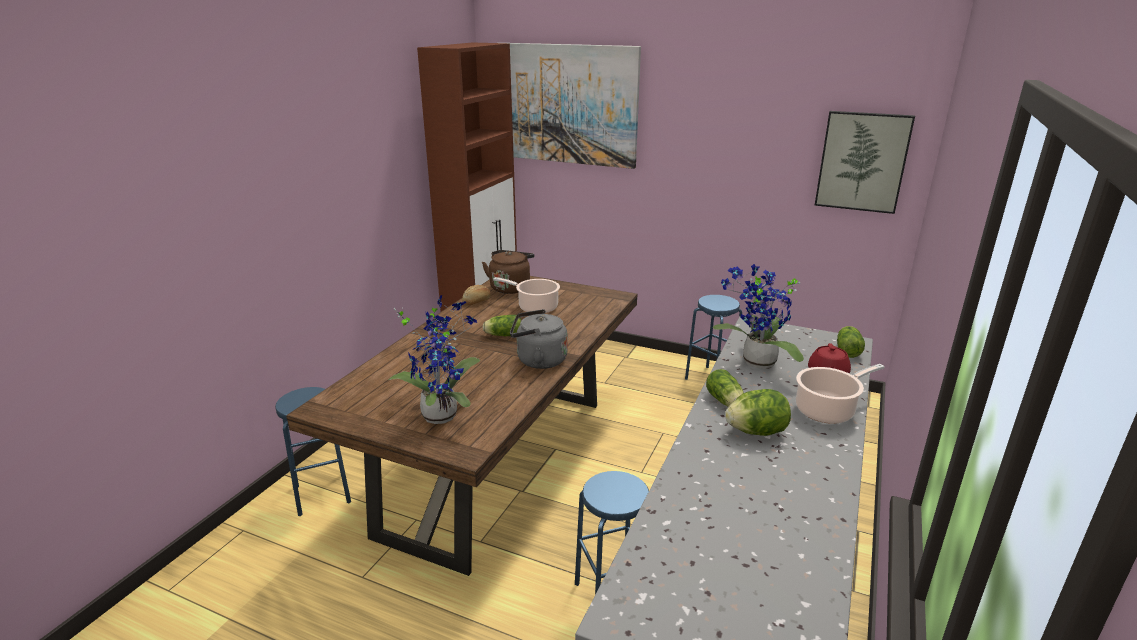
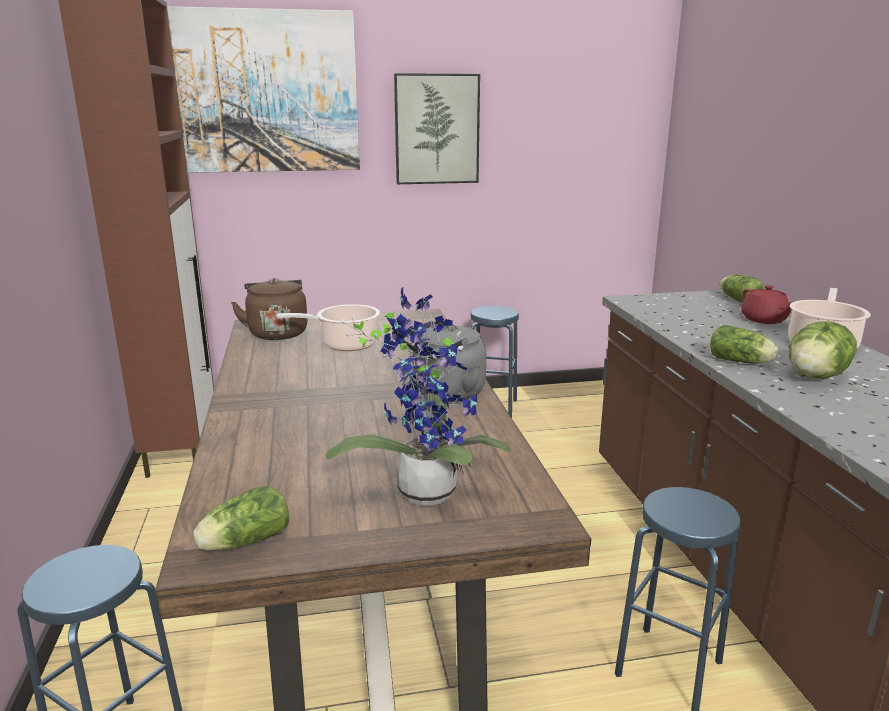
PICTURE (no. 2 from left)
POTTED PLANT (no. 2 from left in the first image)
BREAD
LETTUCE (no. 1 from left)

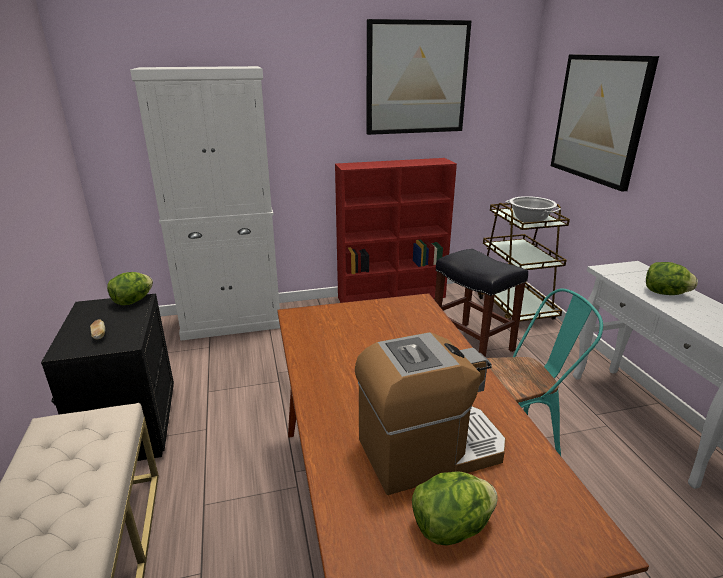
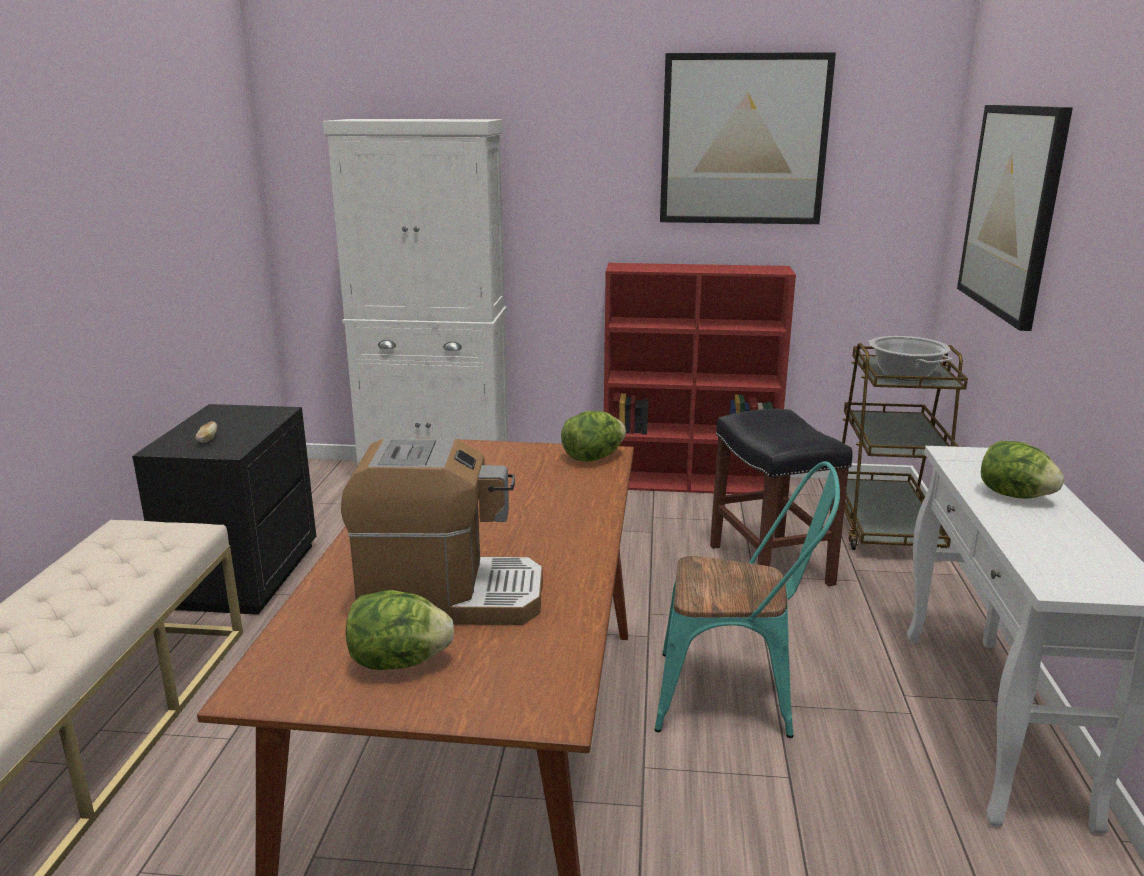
LETTUCE (no. 2 from left)

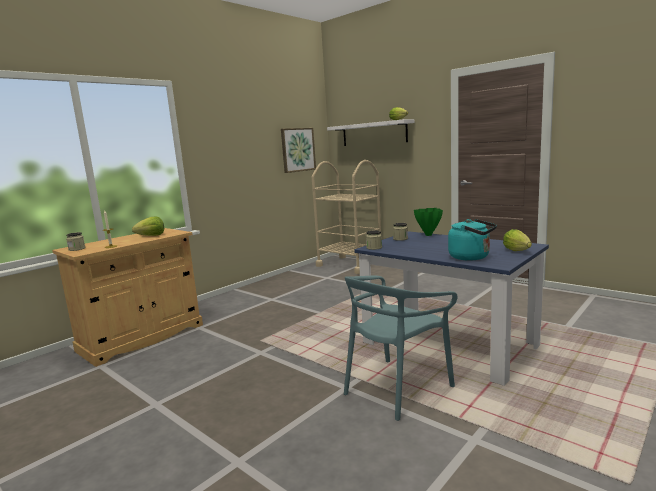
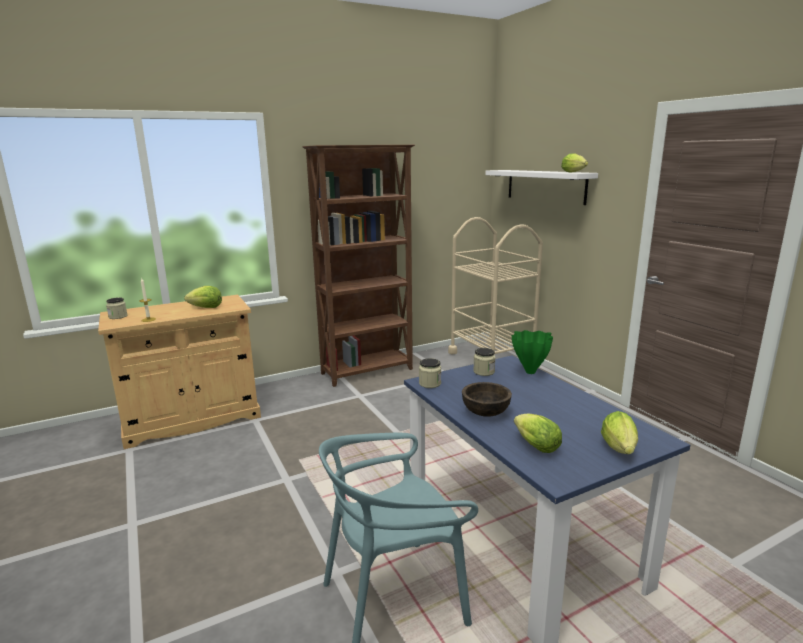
PICTURE
LETTUCE (no. 2 from left)
BROWN BOOKCASE
BROWN BOWL

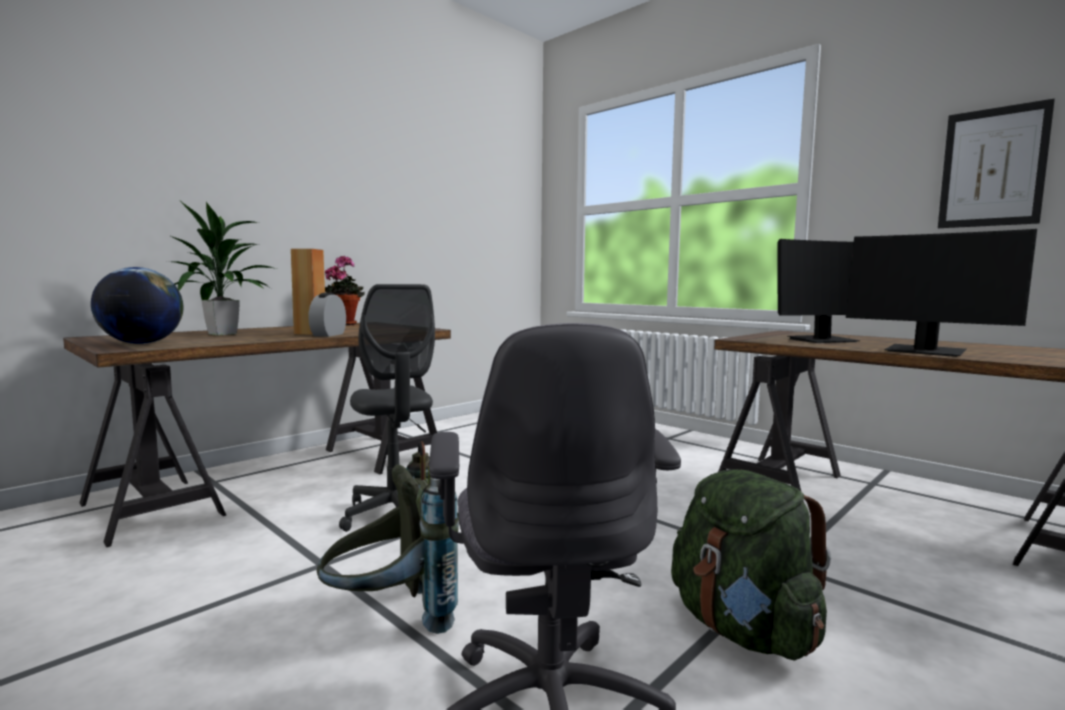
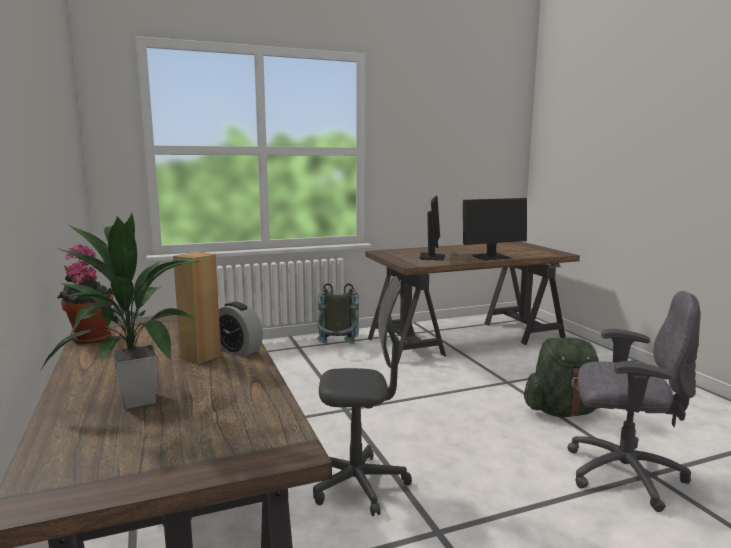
PICTURE
GLOBE
GREY BACKPACK

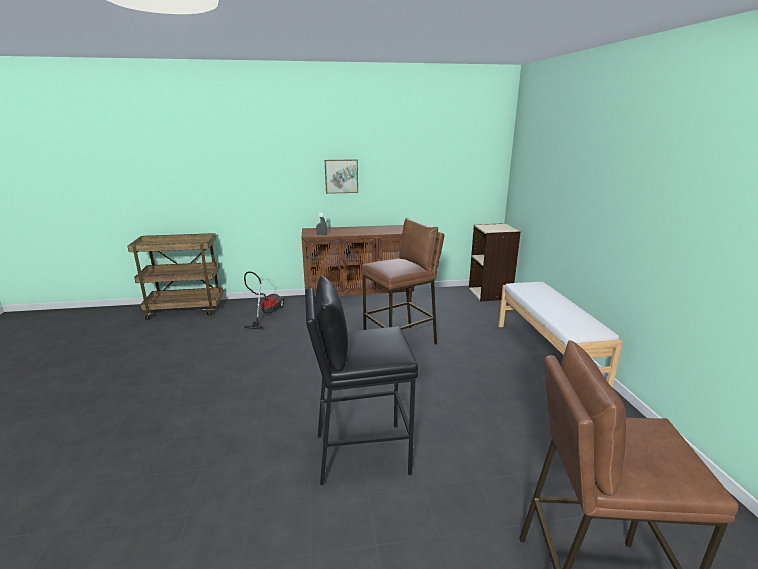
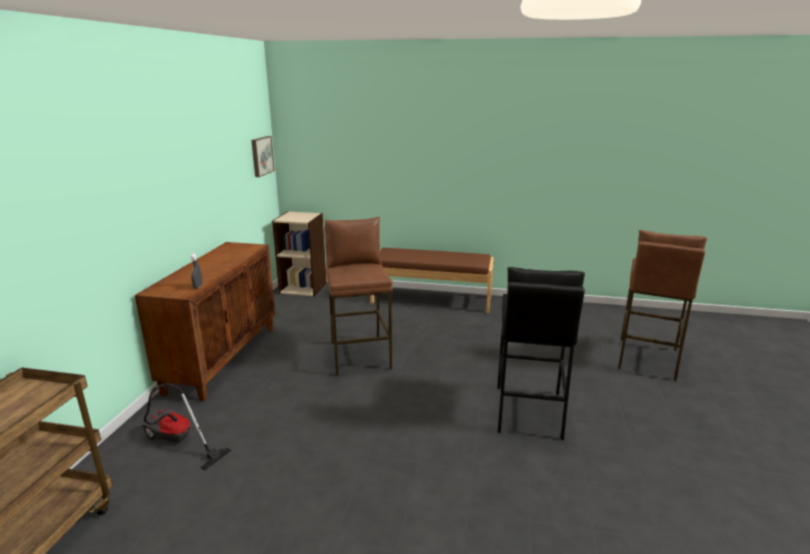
PICTURE
BROWN BENCH

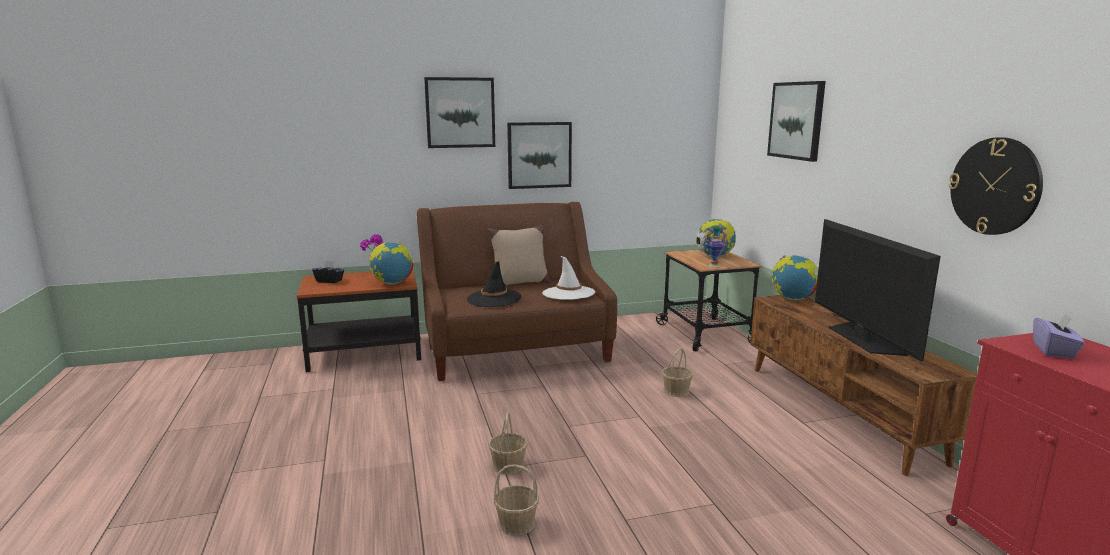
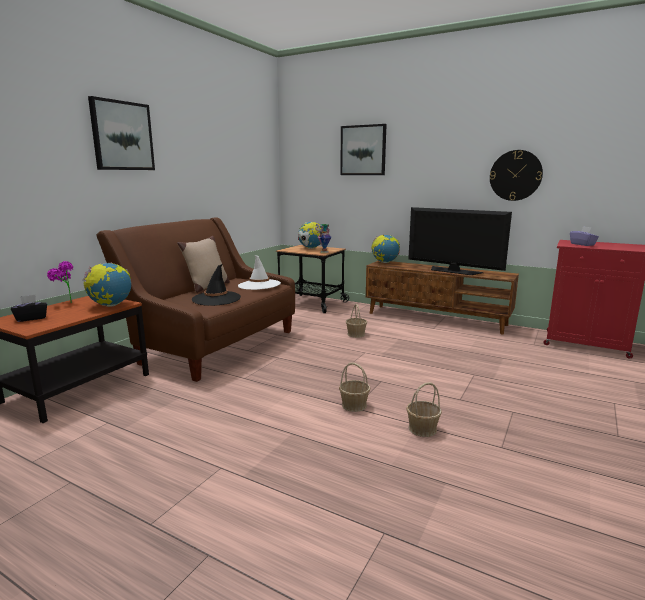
PICTURE (no. 2 from left in the first image)

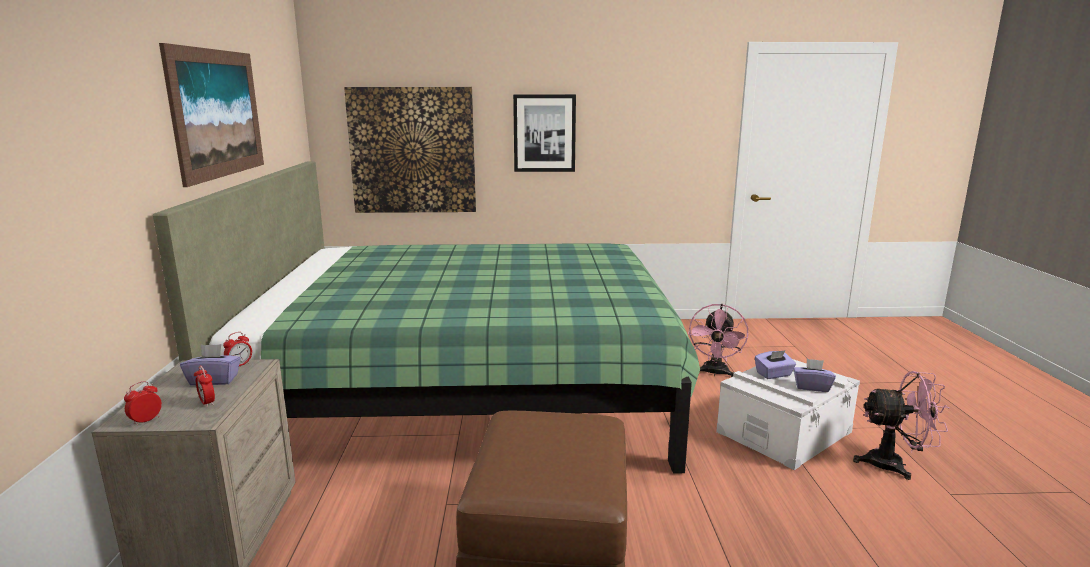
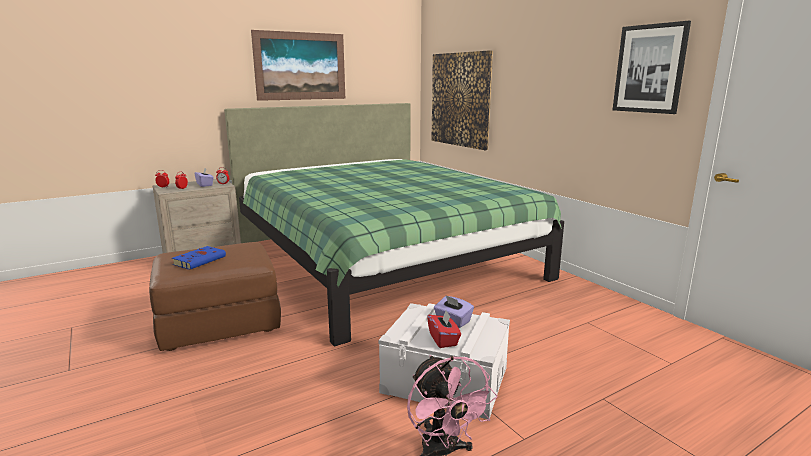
PICTURE (no. 3 from left)
PINK FAN (no. 1 from left in the first image)
RED TISSUE BOX
BLUE BOOK

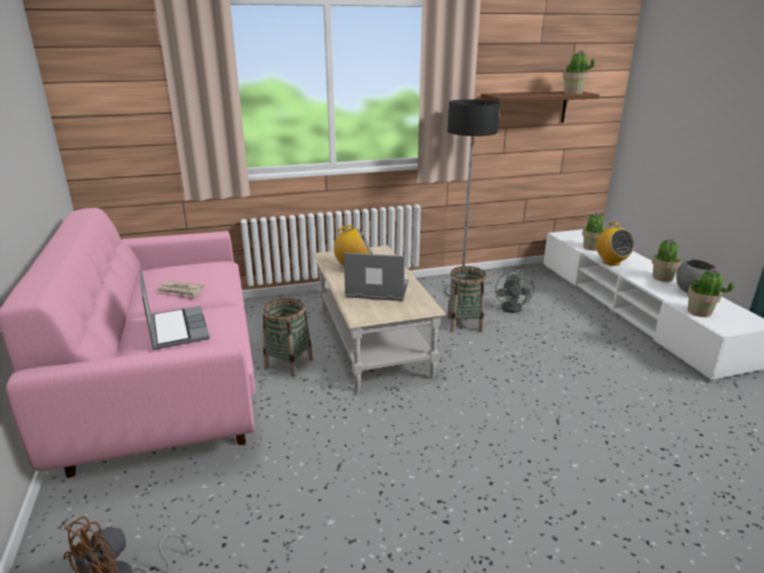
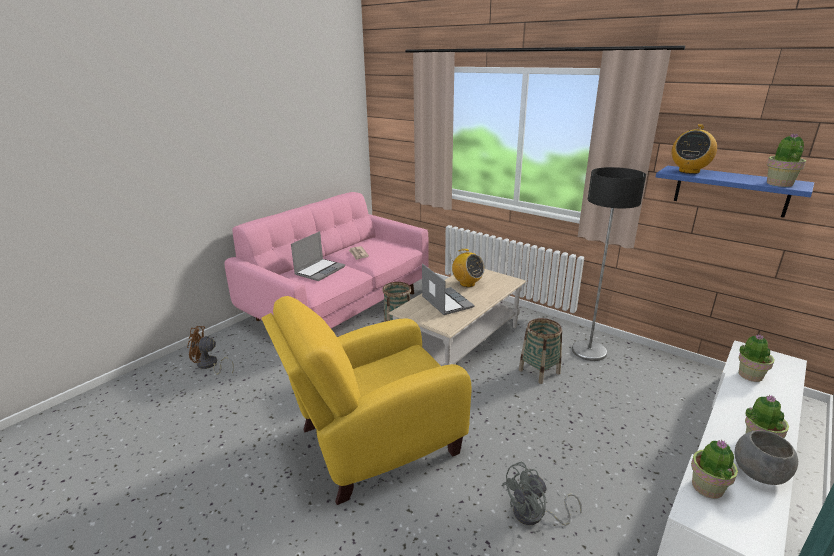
BLUE SHELF
RADIO (no. 2 from left)
GREY FAN
YELLOW ARMCHAIR

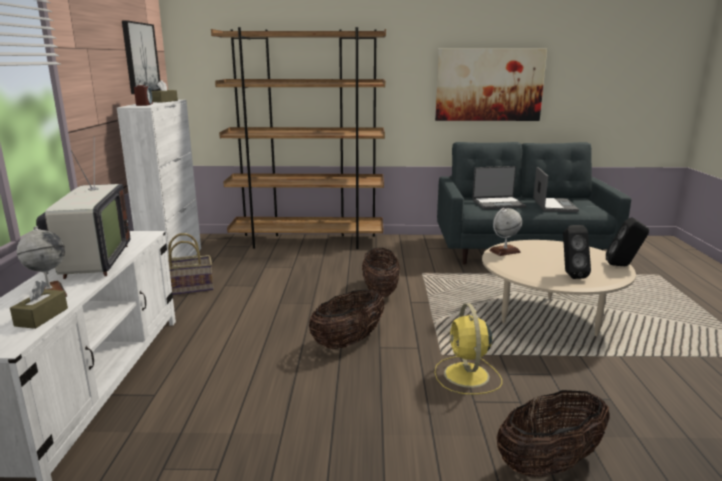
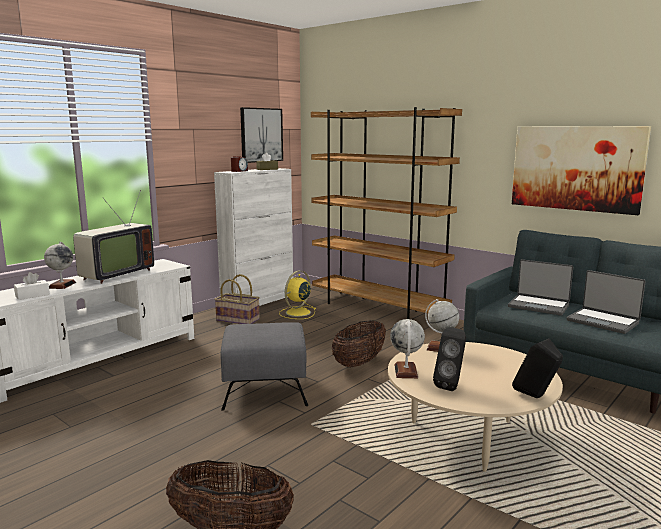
LAPTOP (no. 2 from left)
WHITE TISSUE BOX
GREY OTTOMAN
YELLOW FAN
GLOBE (no. 2 from left)

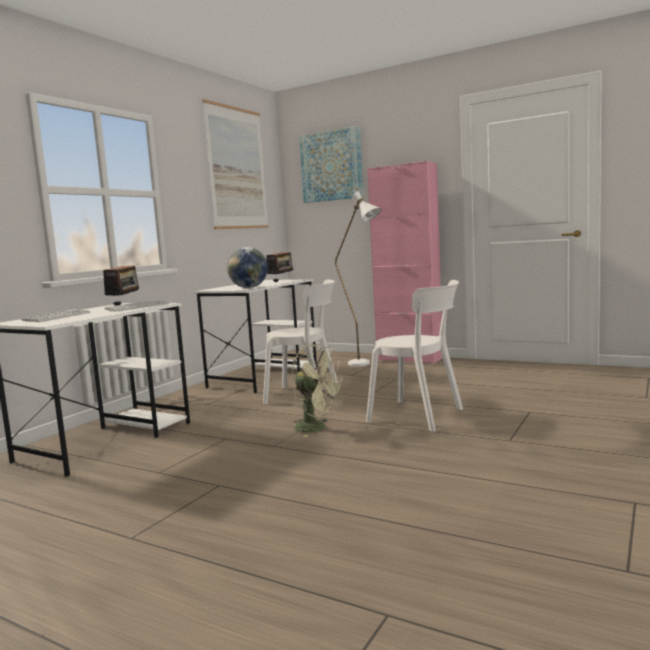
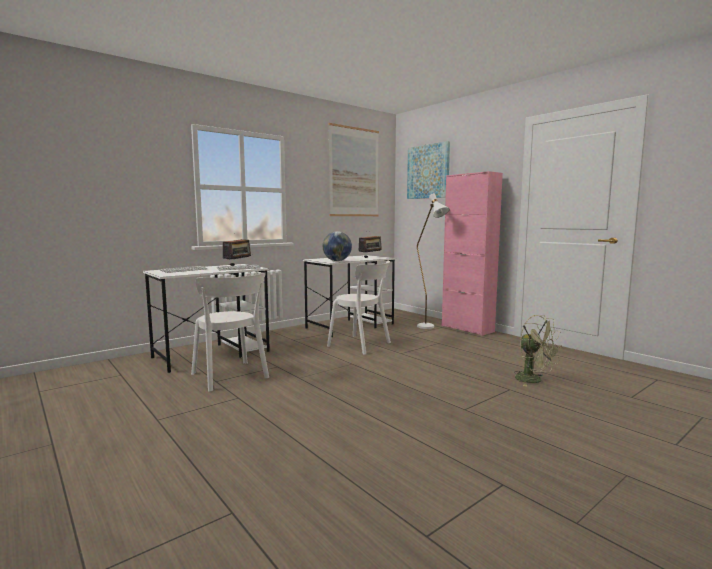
WHITE CHAIR (no. 1 from left)
GREEN FAN

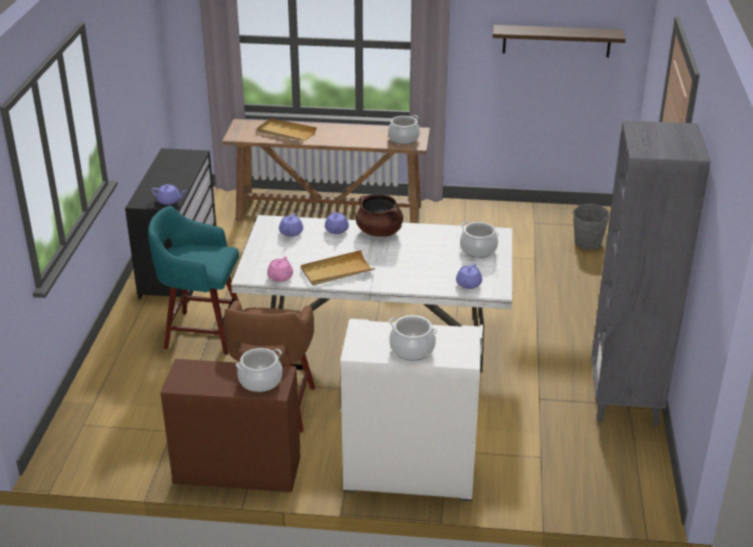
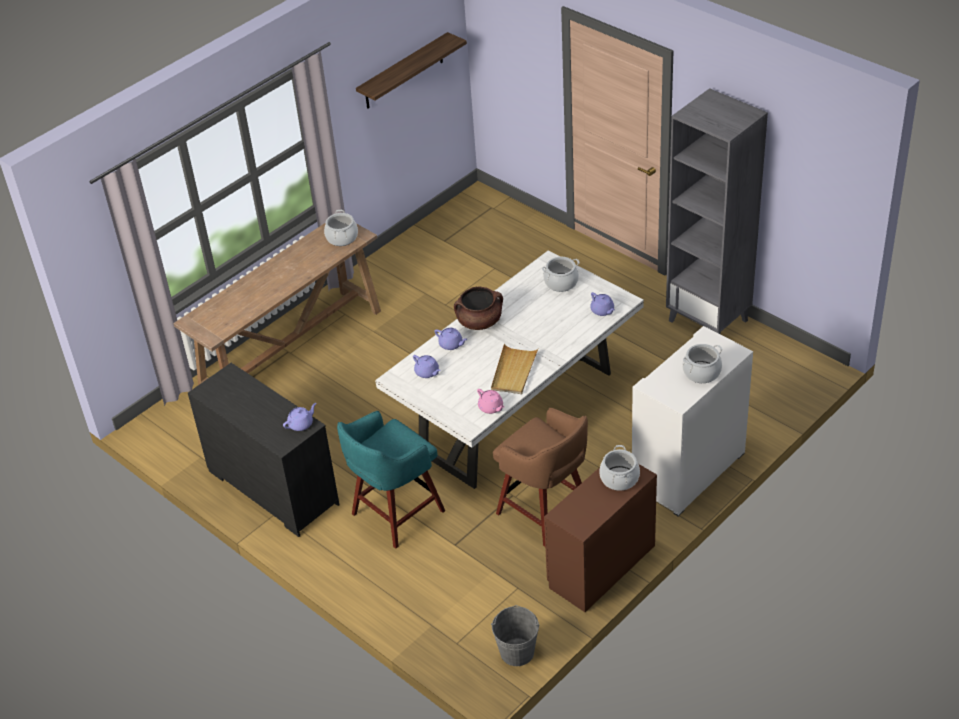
BEIGE TRAY (no. 1 from left in the first image)
GREY BUCKET

